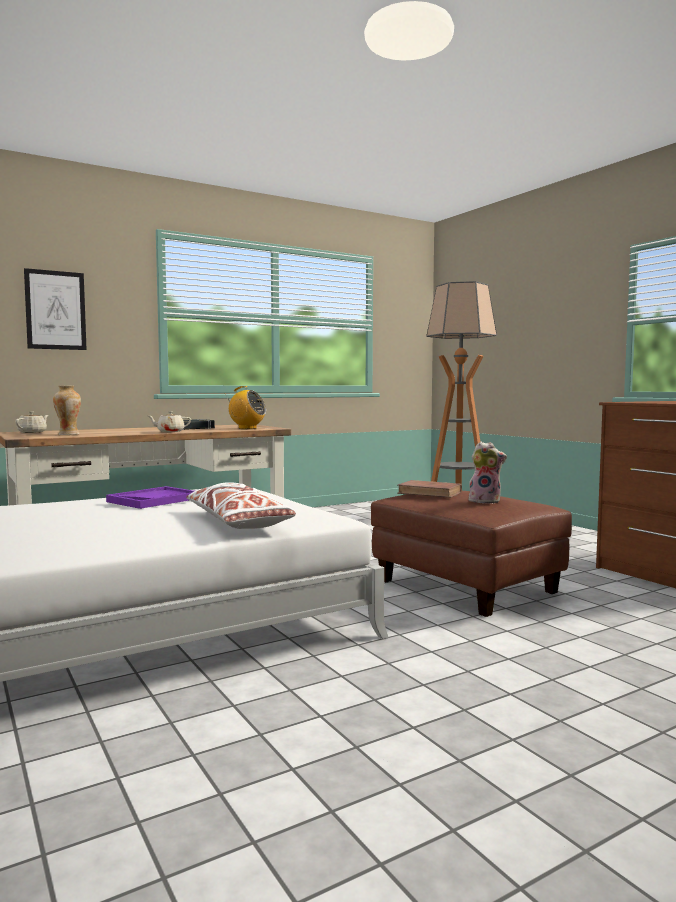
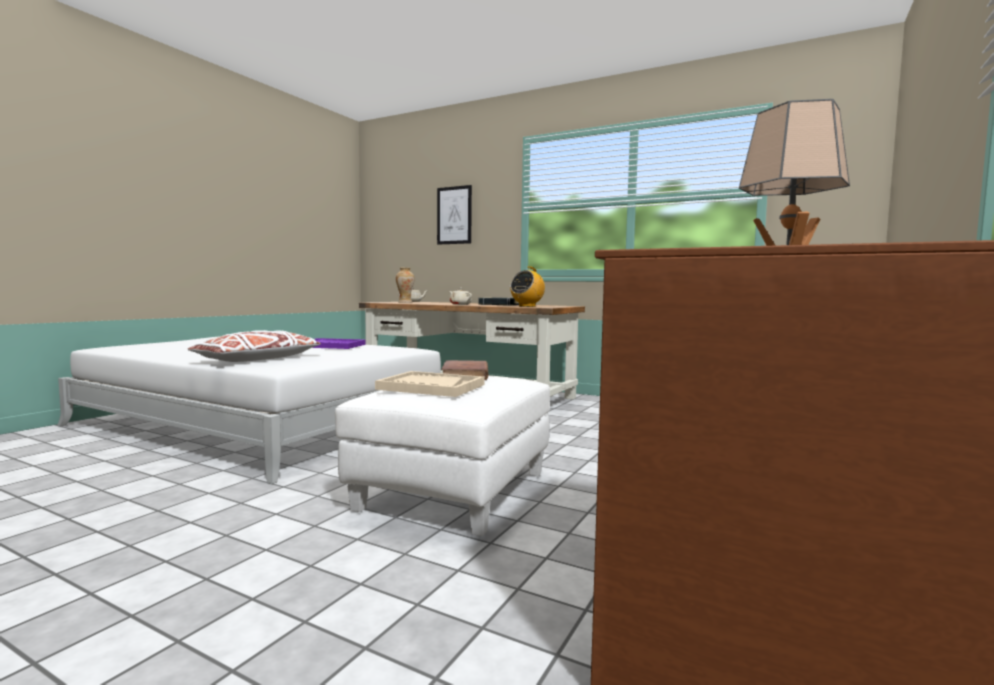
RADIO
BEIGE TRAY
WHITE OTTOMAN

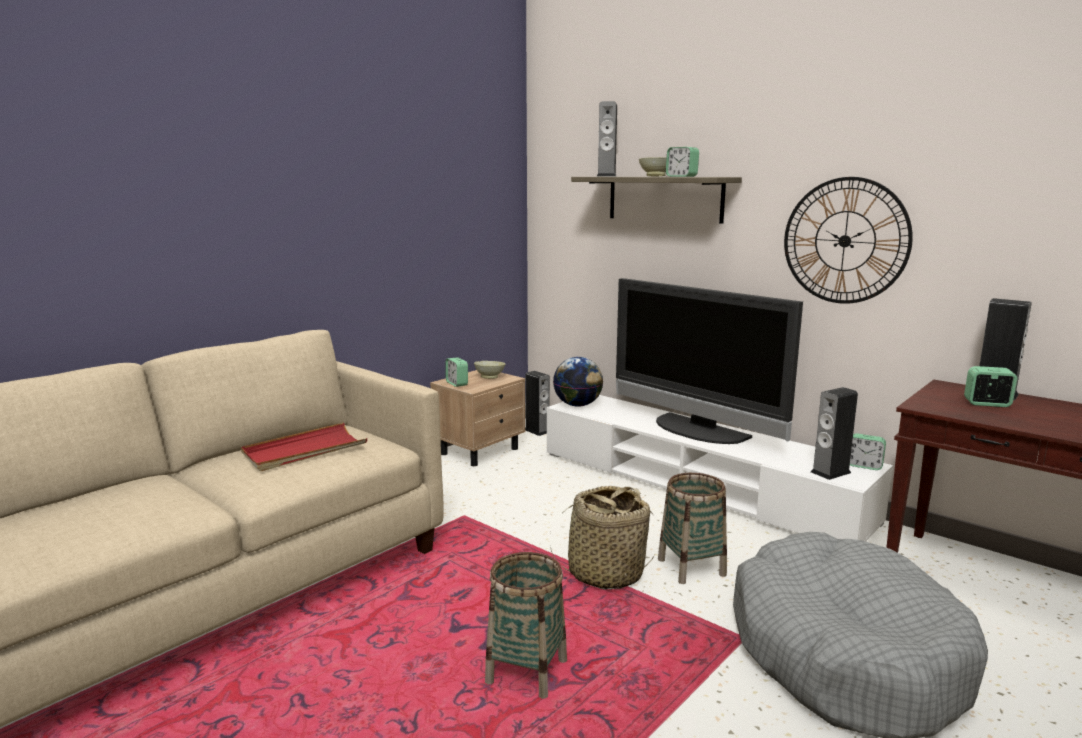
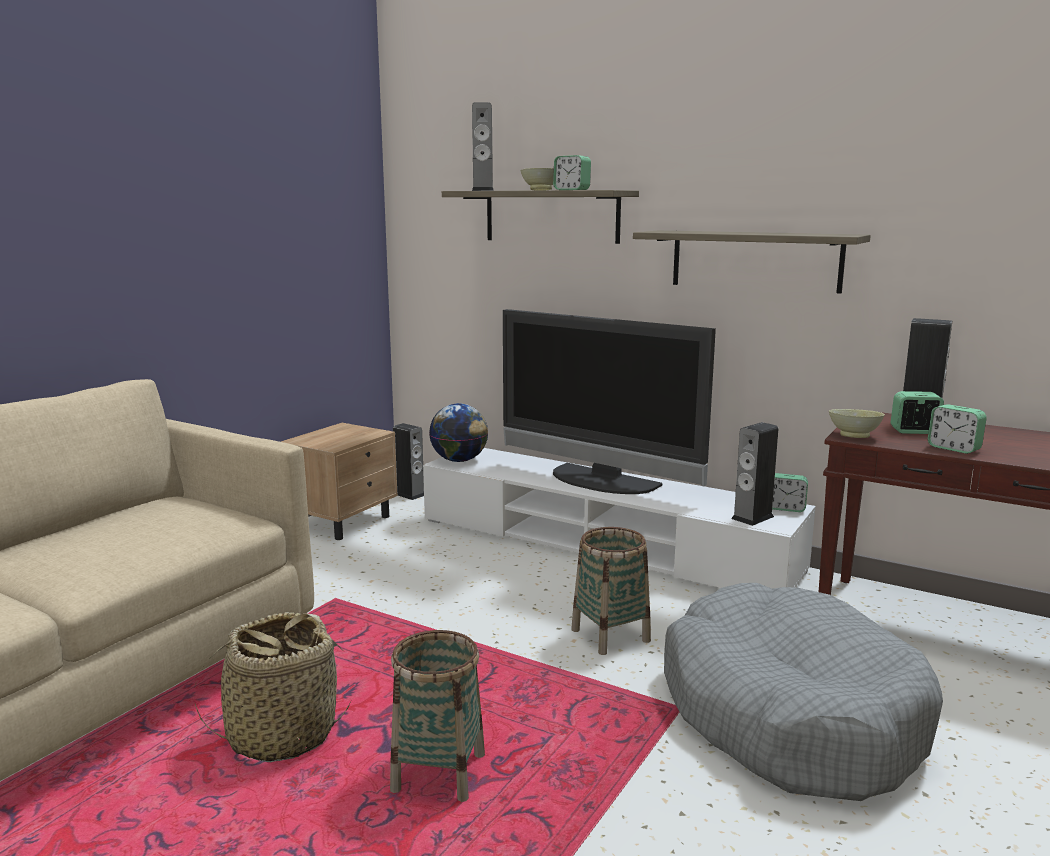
SHELF (no. 2 from left)
ALARM CLOCK (no. 4 from left)
BEIGE BOWL (no. 2 from left)
RED TRAY
BASKET (no. 1 from left)

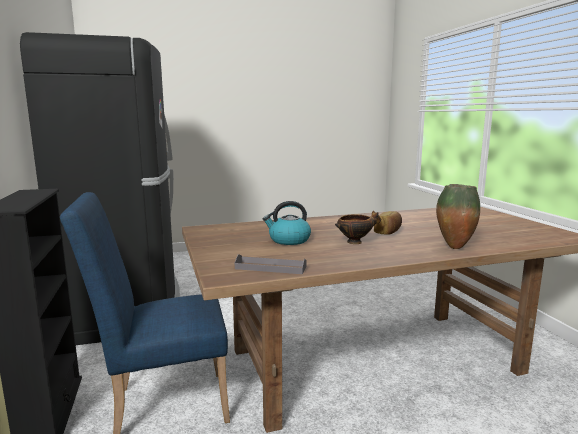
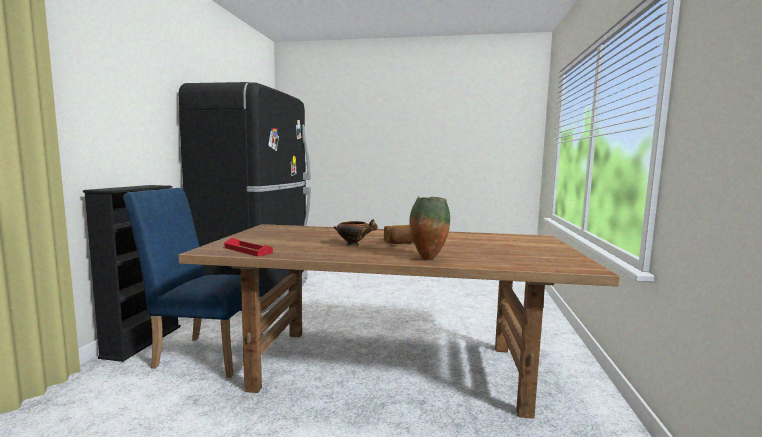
KETTLE
RED TRAY

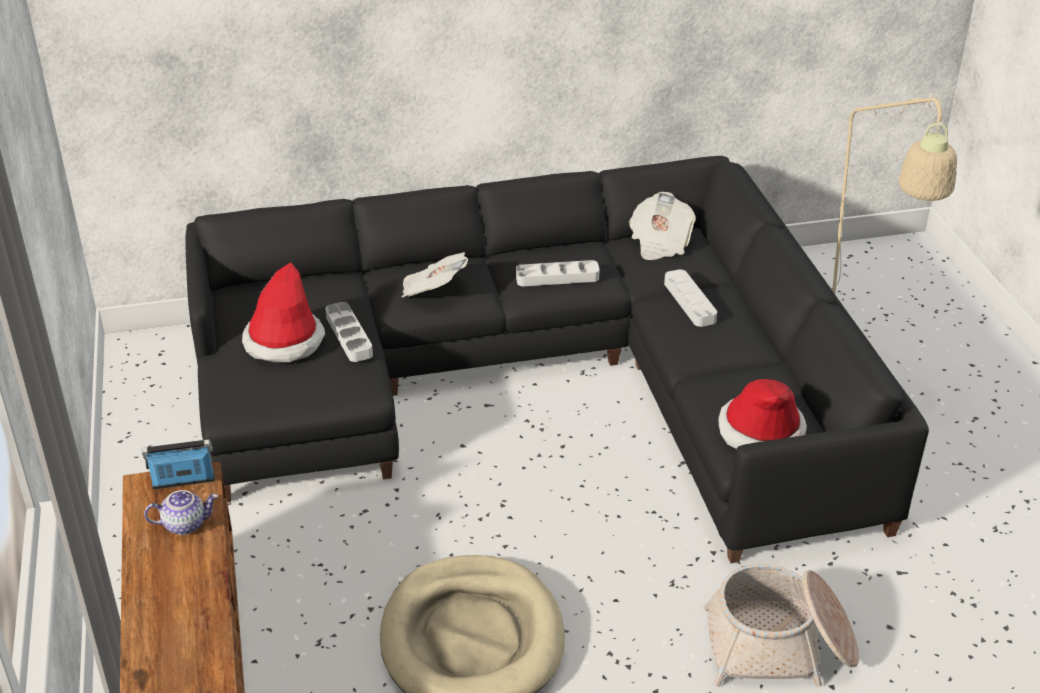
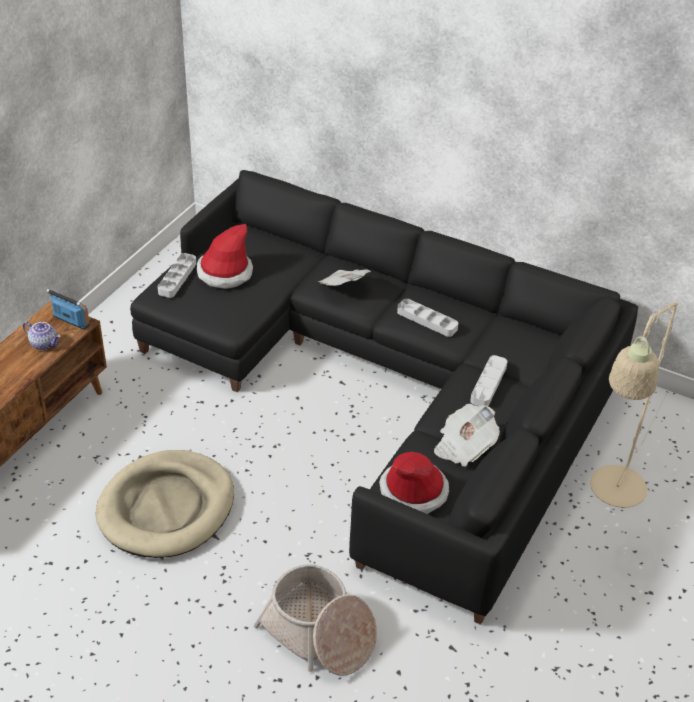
NEWSPAPER (no. 2 from left)
GREY TRAY (no. 1 from left)

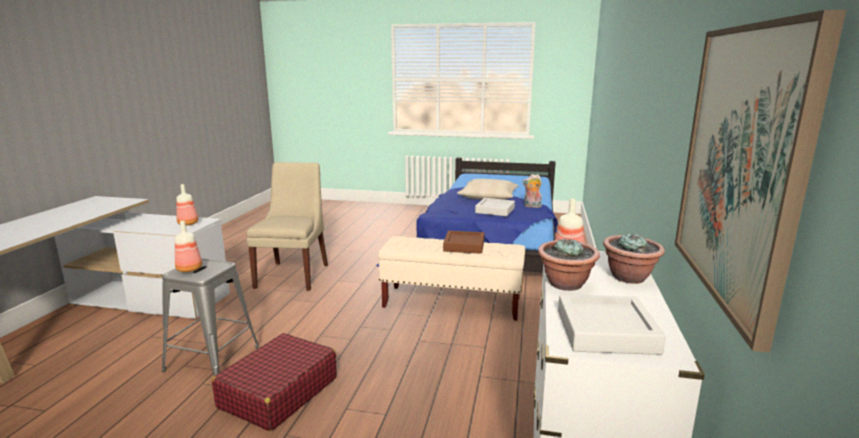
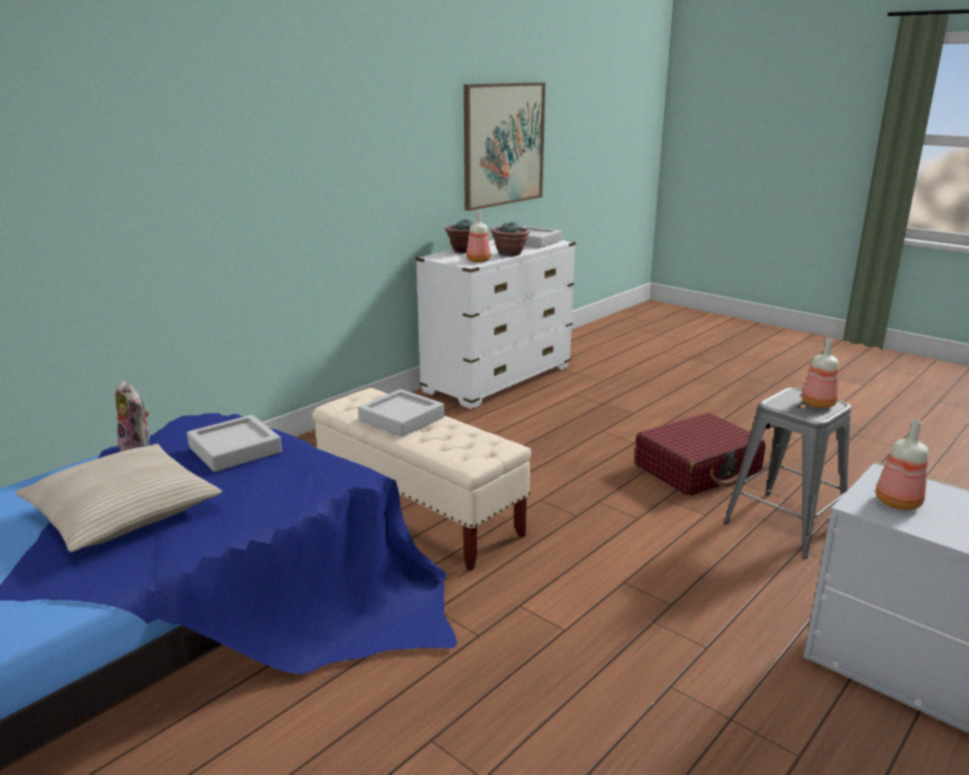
BEIGE CHAIR
GREY TRAY (no. 2 from left)

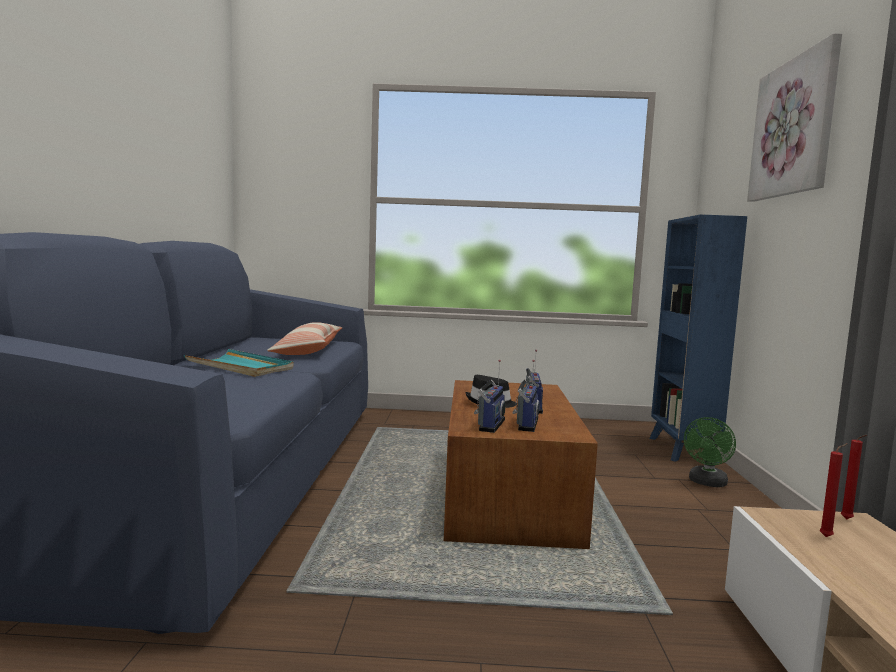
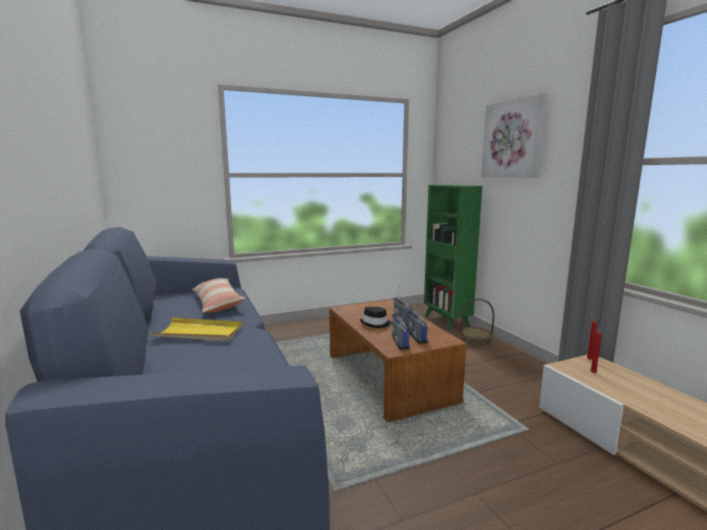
GREEN BOOKCASE
YELLOW TRAY
BASKET

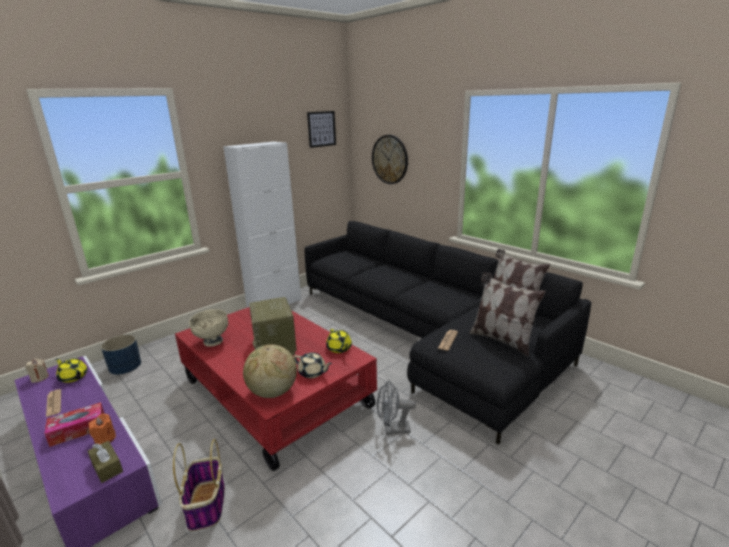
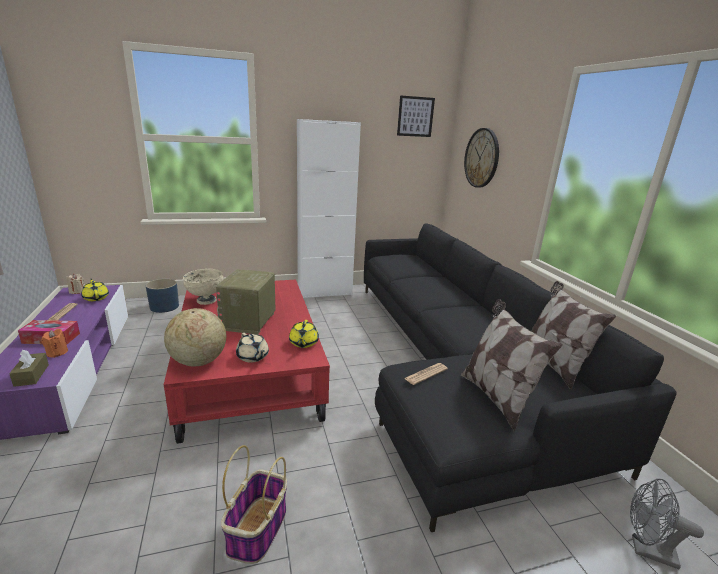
GREY FAN
BASKET

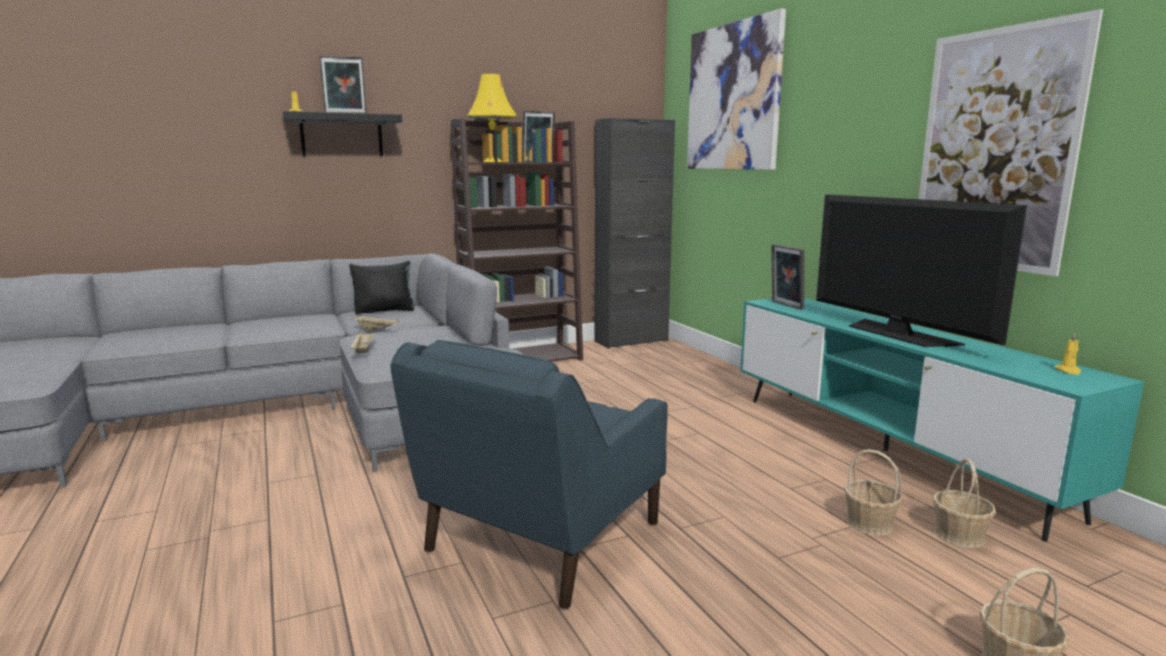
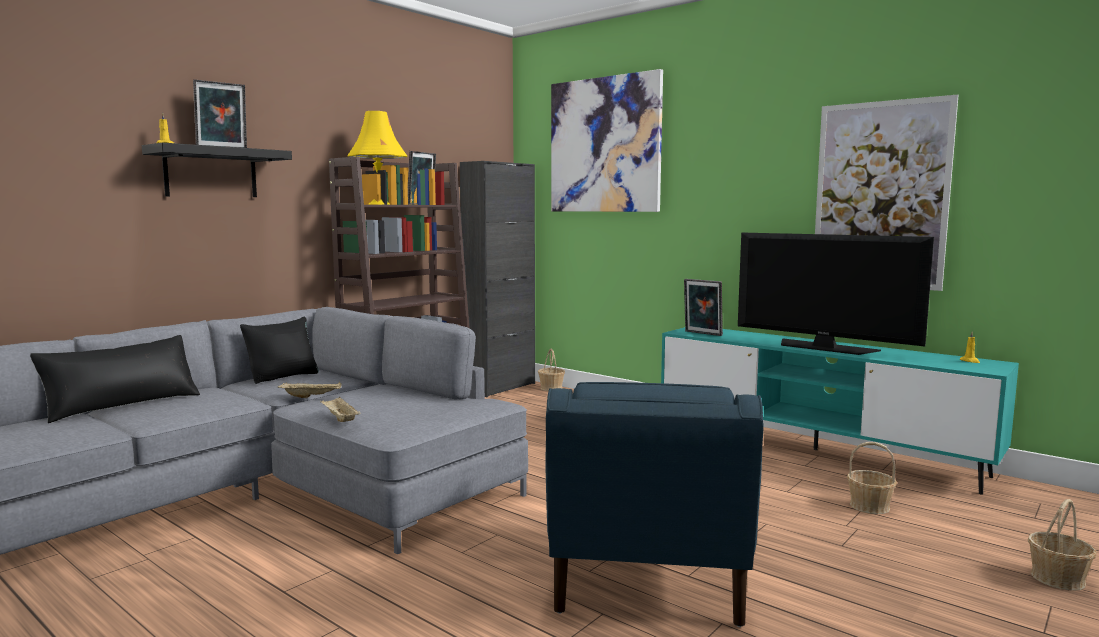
BASKET (no. 1 from left)
BLACK PILLOW (no. 1 from left)

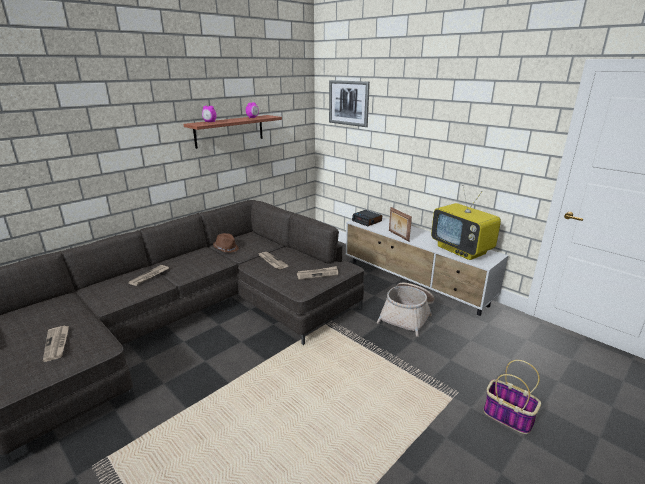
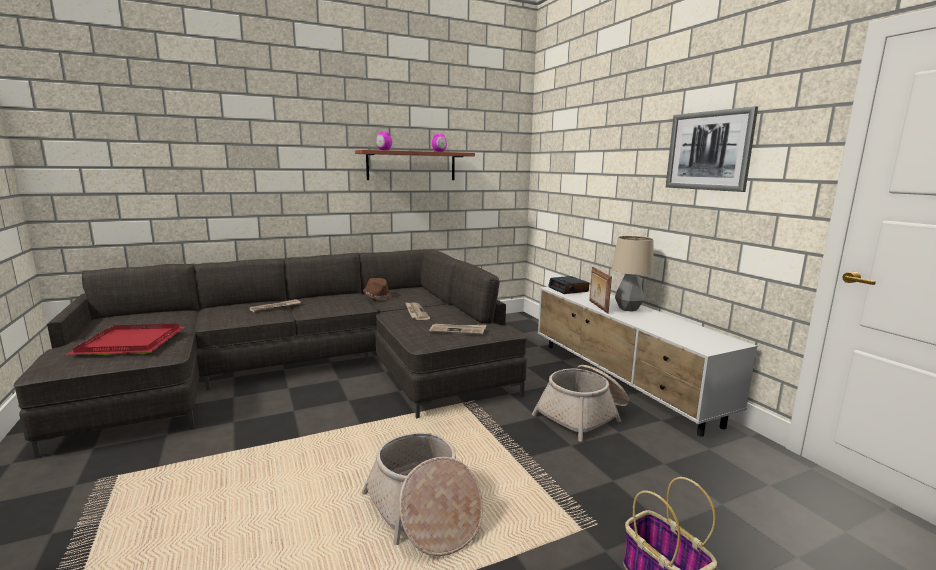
PICTURE
TELEVISION
RED TRAY
TABLE LAMP
BASKET (no. 1 from left)

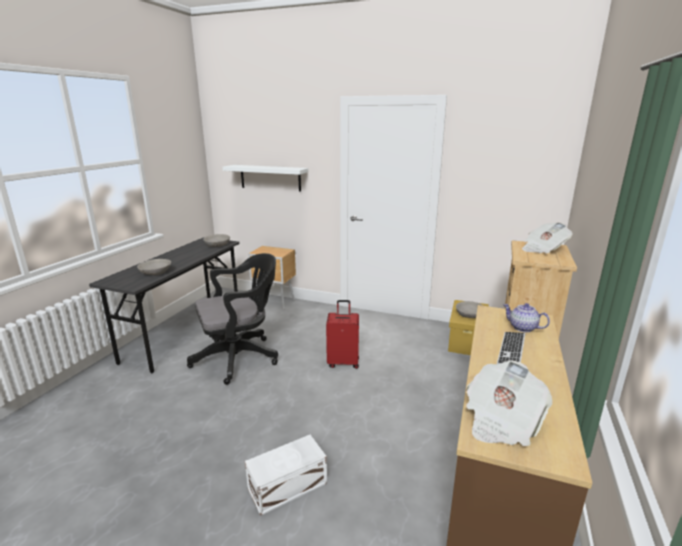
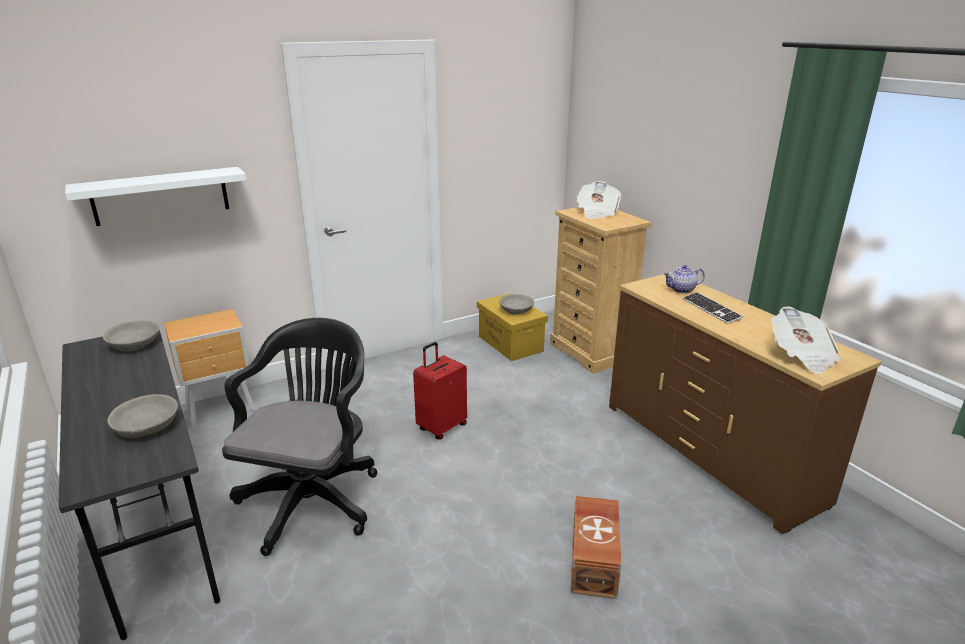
BROWN STORAGE BOX

